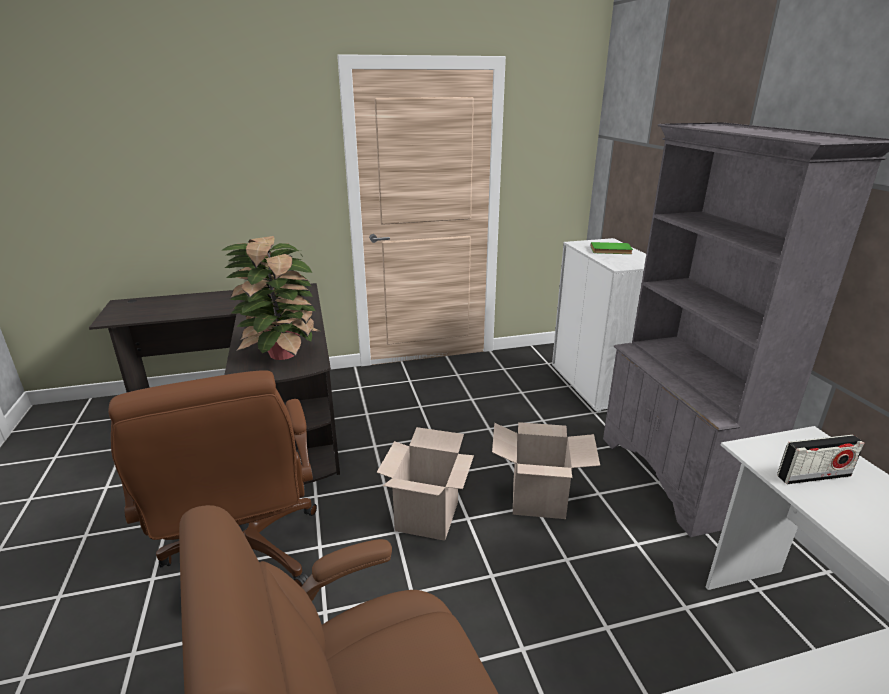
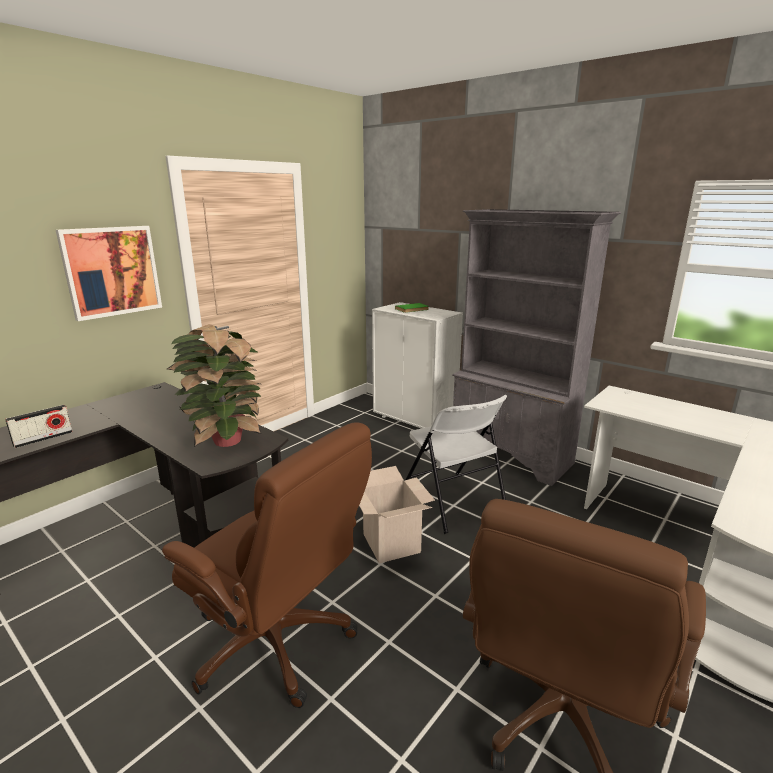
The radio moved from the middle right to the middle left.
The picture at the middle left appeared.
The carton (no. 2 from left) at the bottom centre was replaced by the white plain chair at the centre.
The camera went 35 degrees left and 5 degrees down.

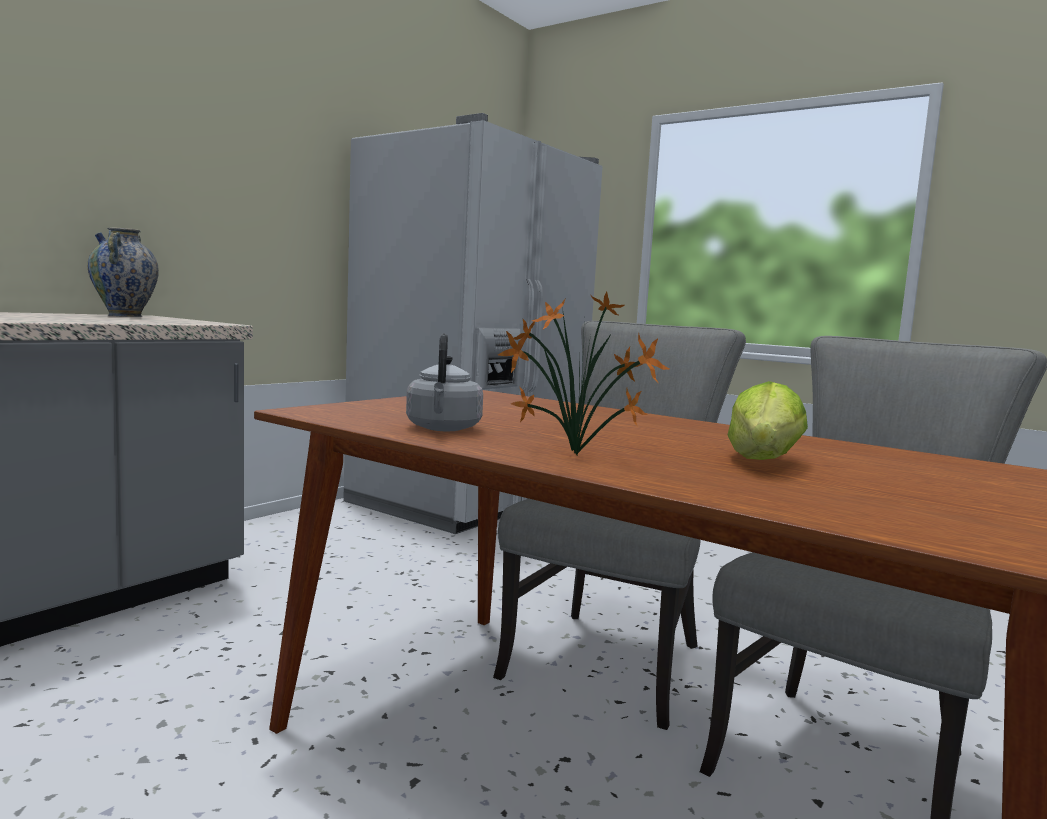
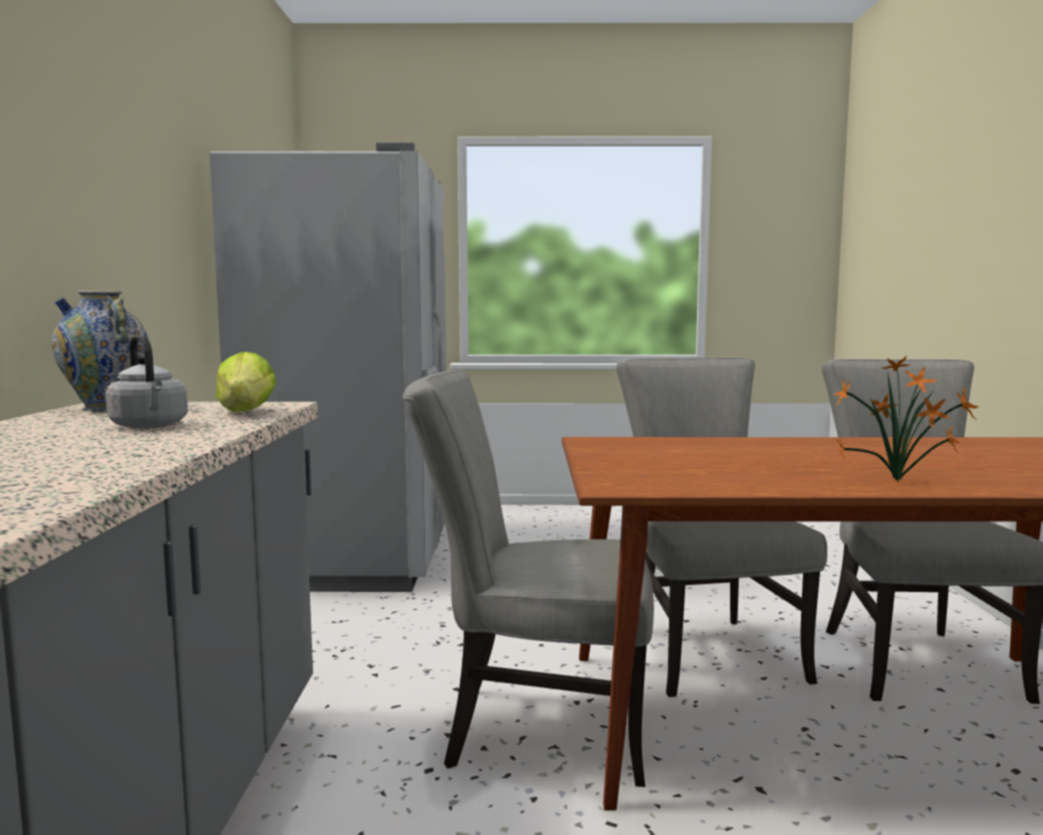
The greyish tea kettle moved from the centre to the middle left.
The lettuce head moved from the middle right to the middle left.
The greyish plain chair (no. 1 from left) at the bottom centre appeared.
The camera went 35 degrees left and 0 degrees up.

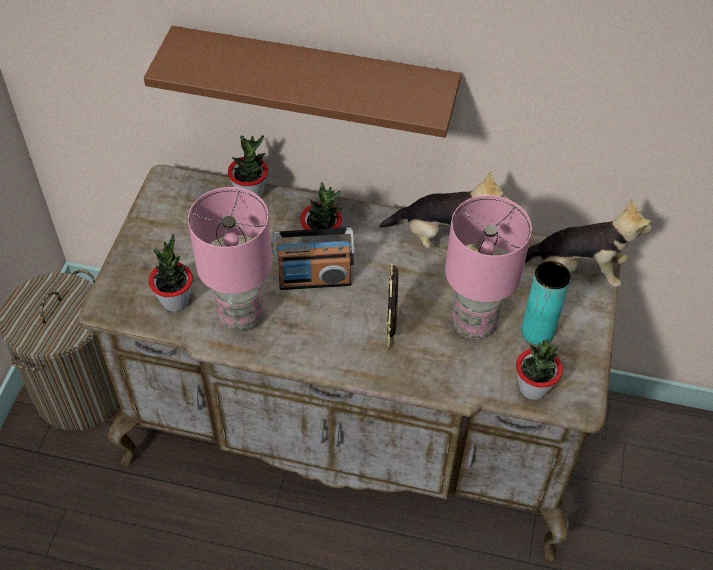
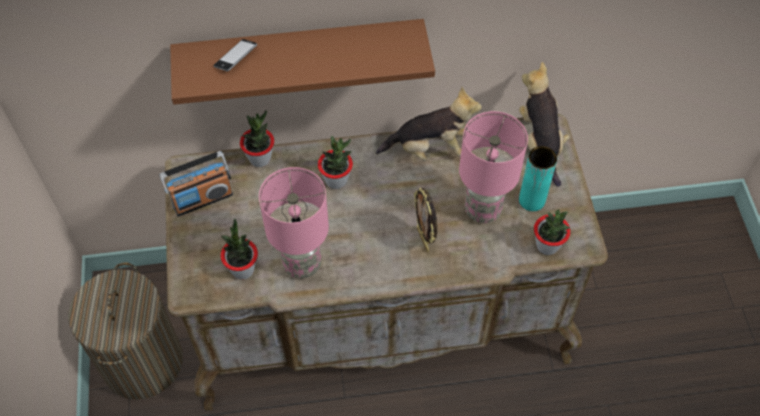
The radio moved from the centre to the middle left.
The handset at the top left appeared.
The soft toy (no. 2 from left) at the middle right turned 90 degrees counterclockwise.
The camera went 20 degrees left and 5 degrees up.

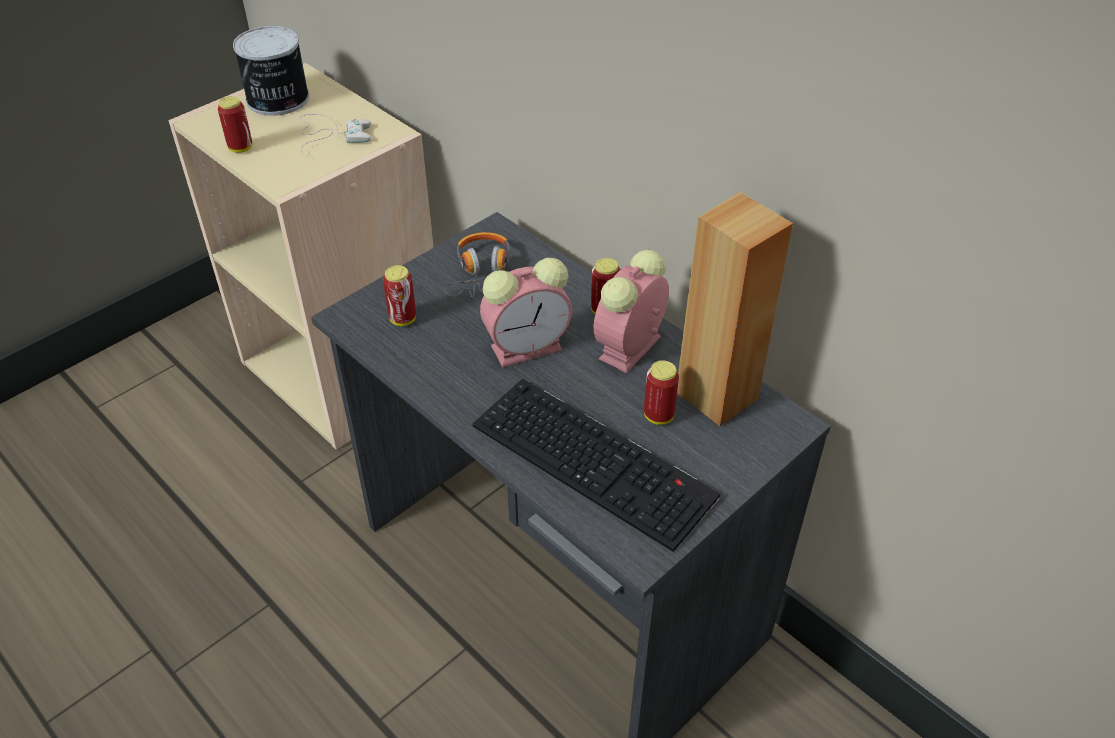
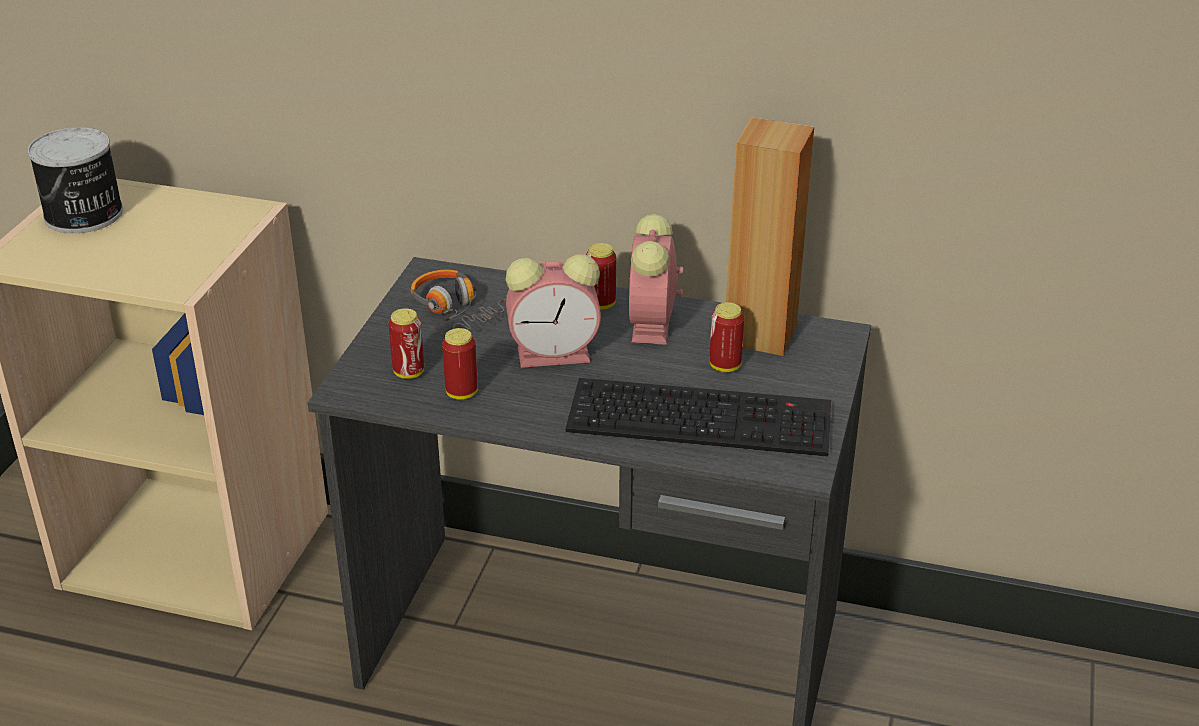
The metal can (no. 1 from left in the first image) moved from the top left to the centre.
The alarm clock (no. 1 from left) at the centre turned 45 degrees clockwise.
The white game controller at the top left disappeared.
The camera went 30 degrees left and 10 degrees down.

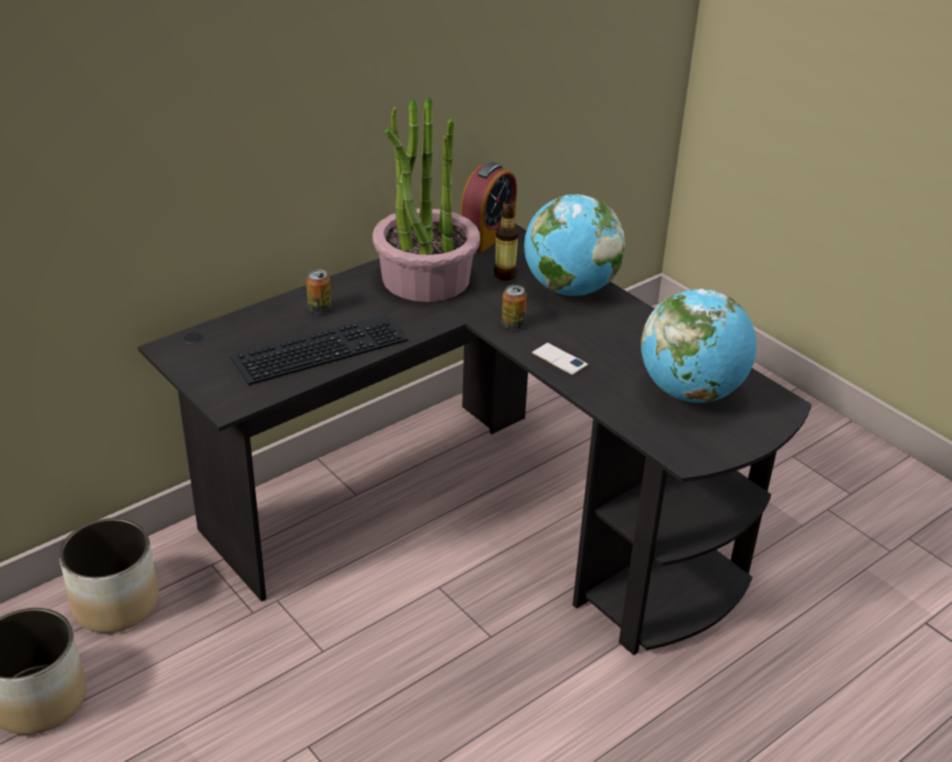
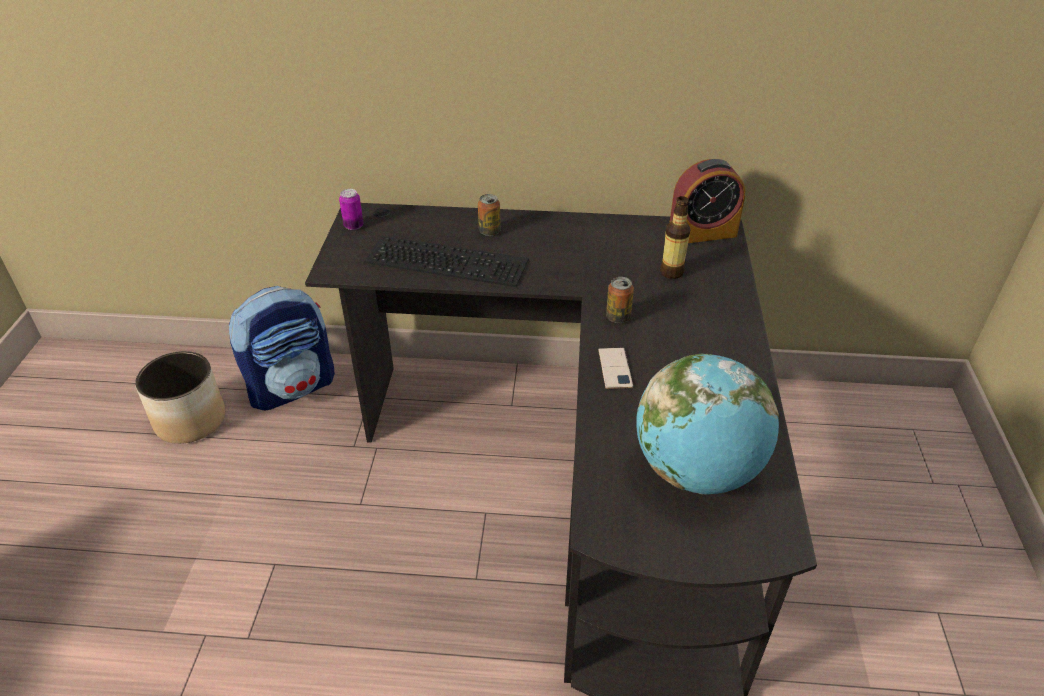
The planter (no. 2 from left) at the bottom left was replaced by the rucksack at the middle left.
The metal can (no. 1 from left) at the top centre appeared.
The potted plant at the top centre disappeared.
The world globe (no. 1 from left) at the top centre disappeared.
The camera went 45 degrees right and 5 degrees up.

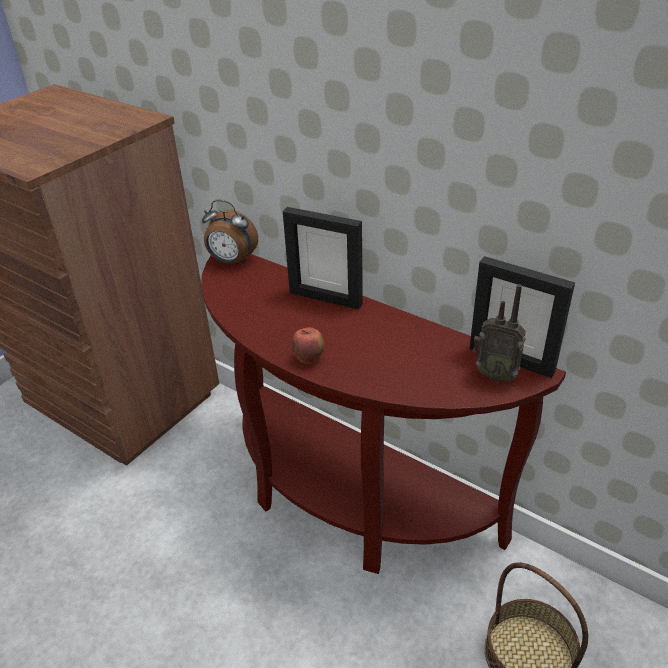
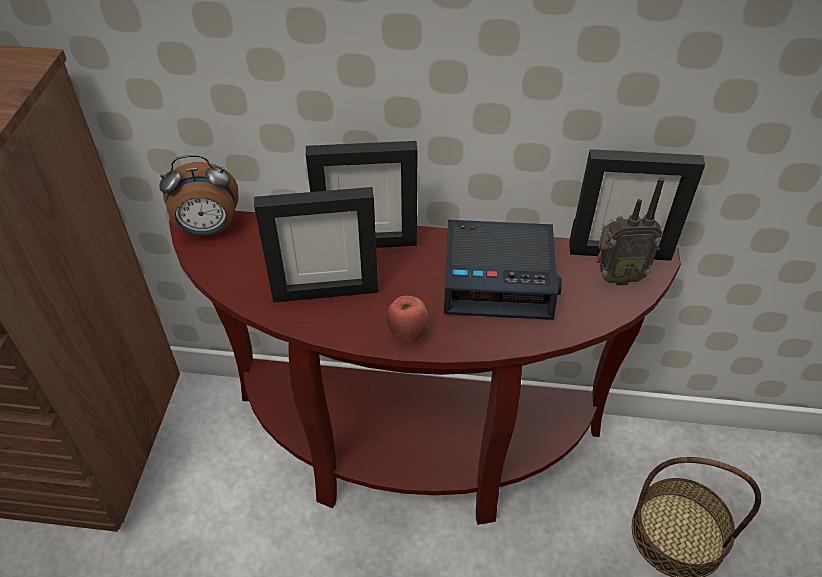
The photo frame (no. 1 from left) at the centre appeared.
The alarm clock (no. 2 from left) at the centre appeared.
The camera went 30 degrees left and 10 degrees up.

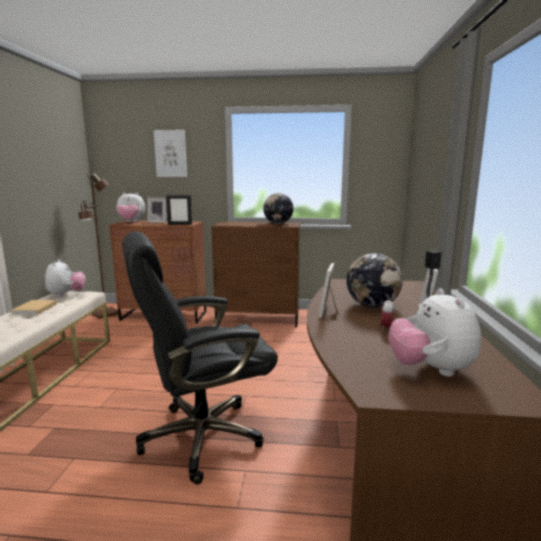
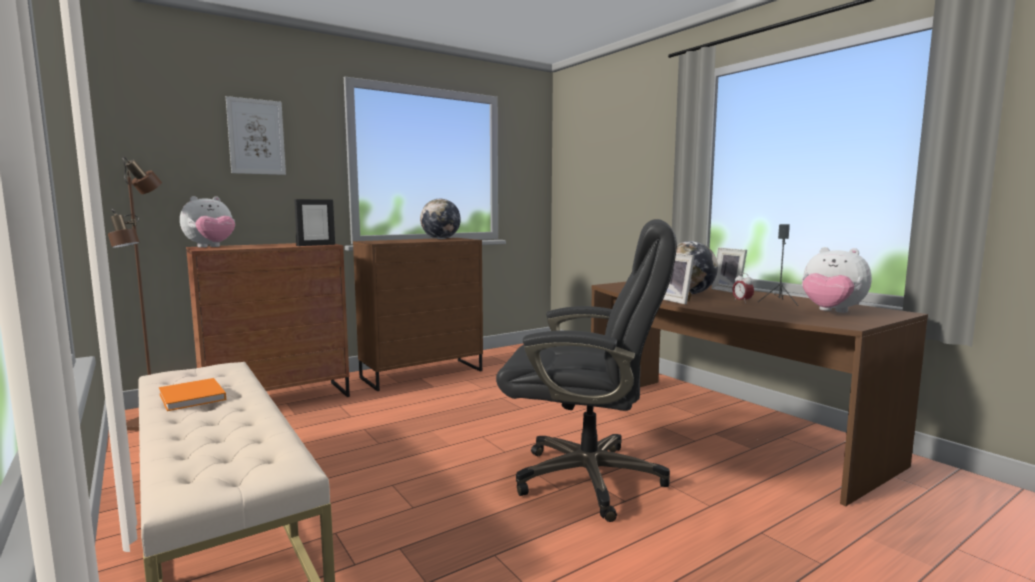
The beige volume at the middle left became the orangey volume at the bottom left.
The blackish computer chair at the centre turned 105 degrees counterclockwise.
The soft toy (no. 1 from left) at the middle left disappeared.
The photo frame (no. 1 from left) at the middle left disappeared.
The camera went 40 degrees left and 5 degrees down.

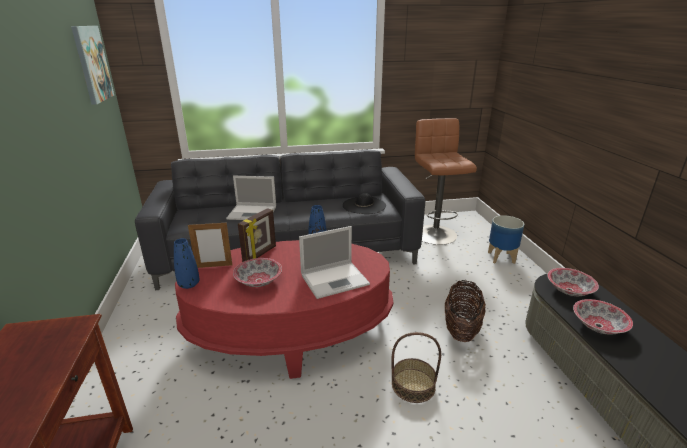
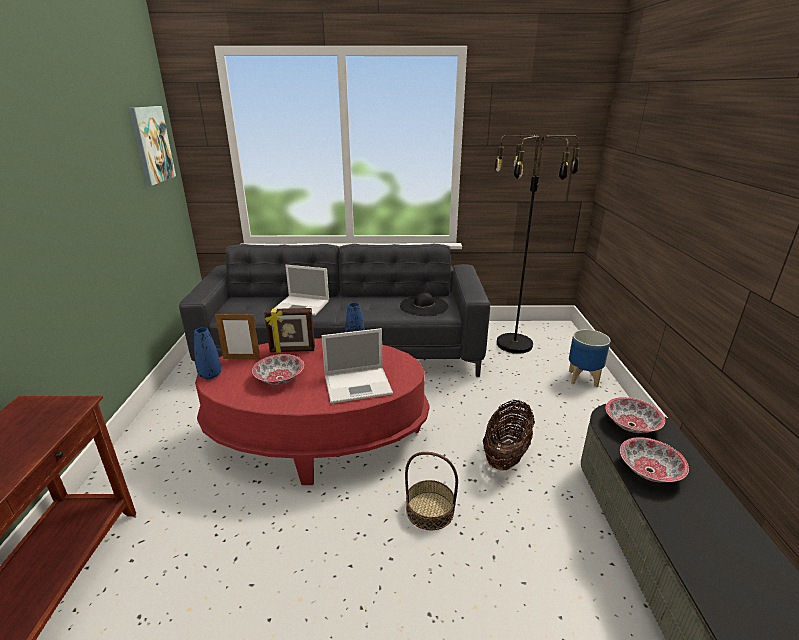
The photo frame (no. 2 from left) at the centre turned 45 degrees clockwise.
The brown stool at the centre was replaced by the standing lamp at the middle right.
The camera went 10 degrees right and 0 degrees up.

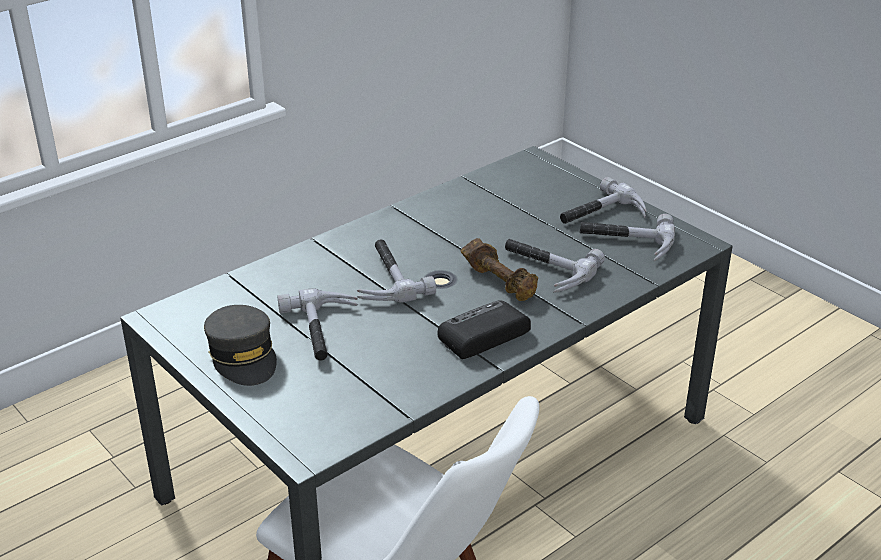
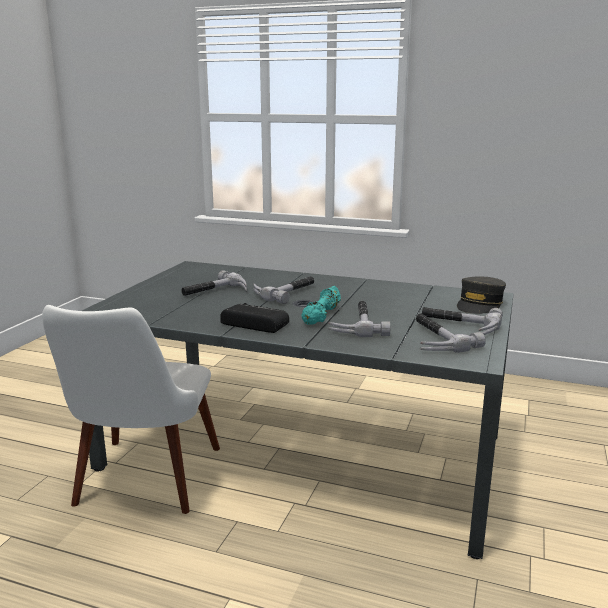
The brown hand weight at the centre became the blue-green hand weight at the centre.
The greyish baseball cap moved from the middle left to the middle right.
The camera went 60 degrees right and 15 degrees down.

